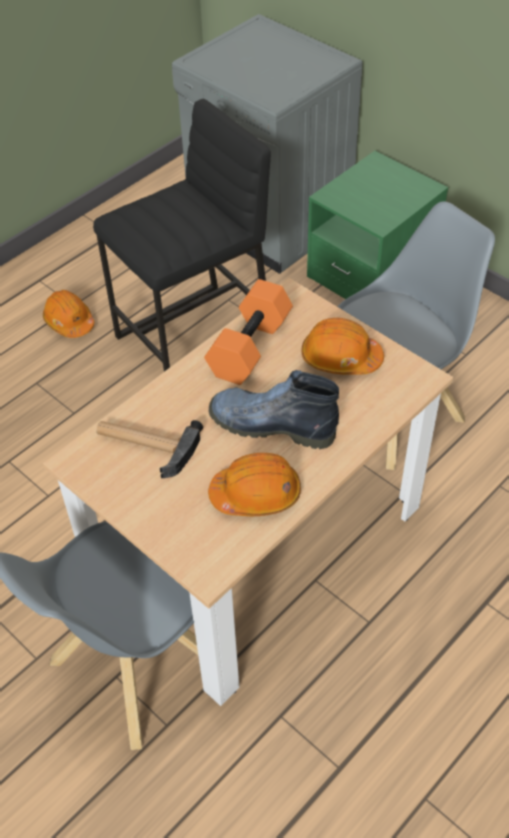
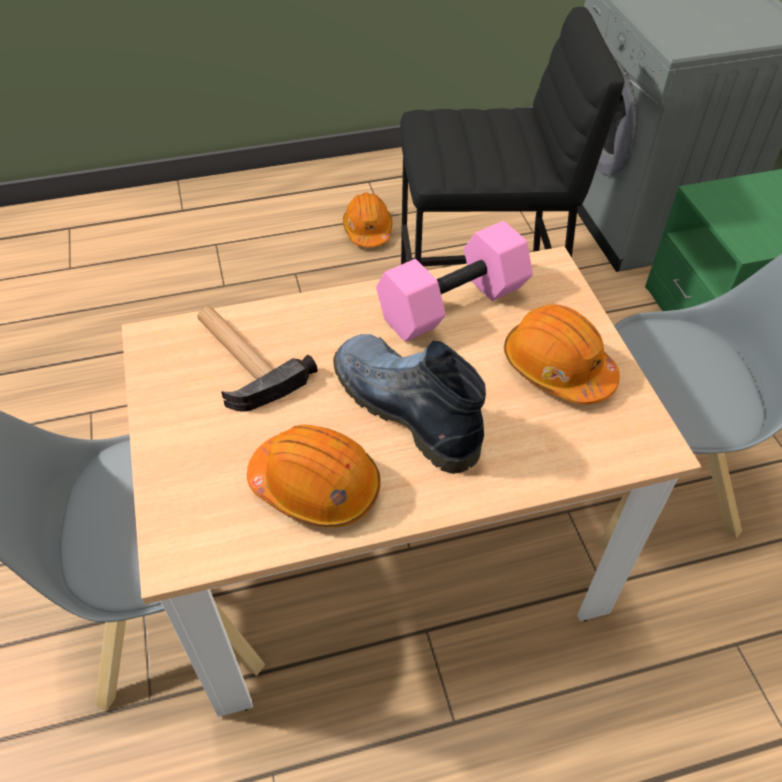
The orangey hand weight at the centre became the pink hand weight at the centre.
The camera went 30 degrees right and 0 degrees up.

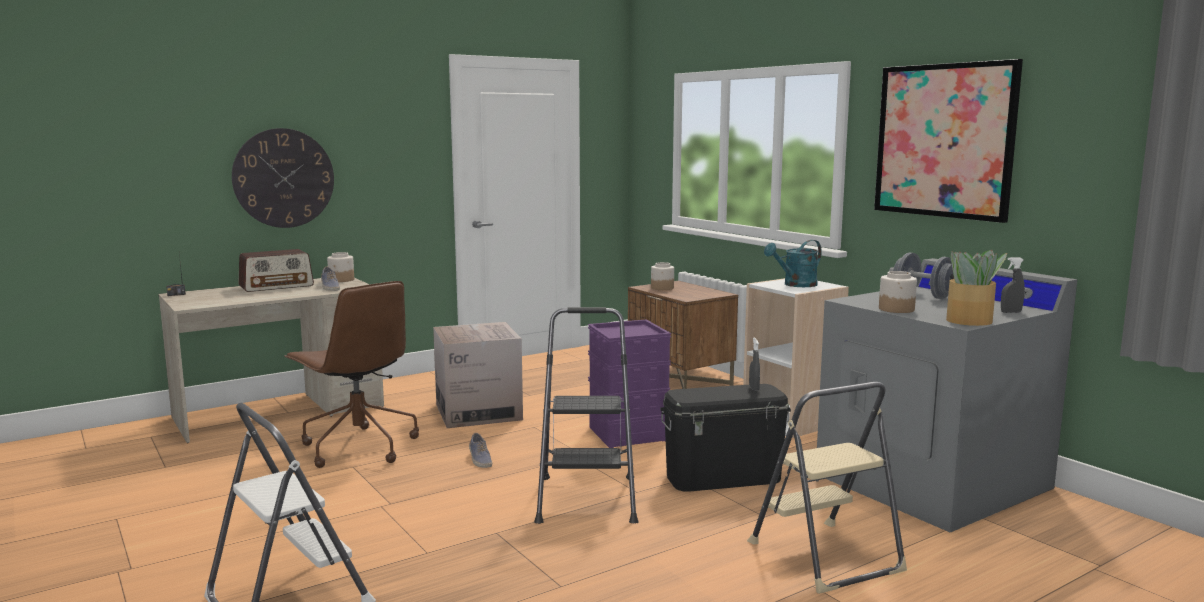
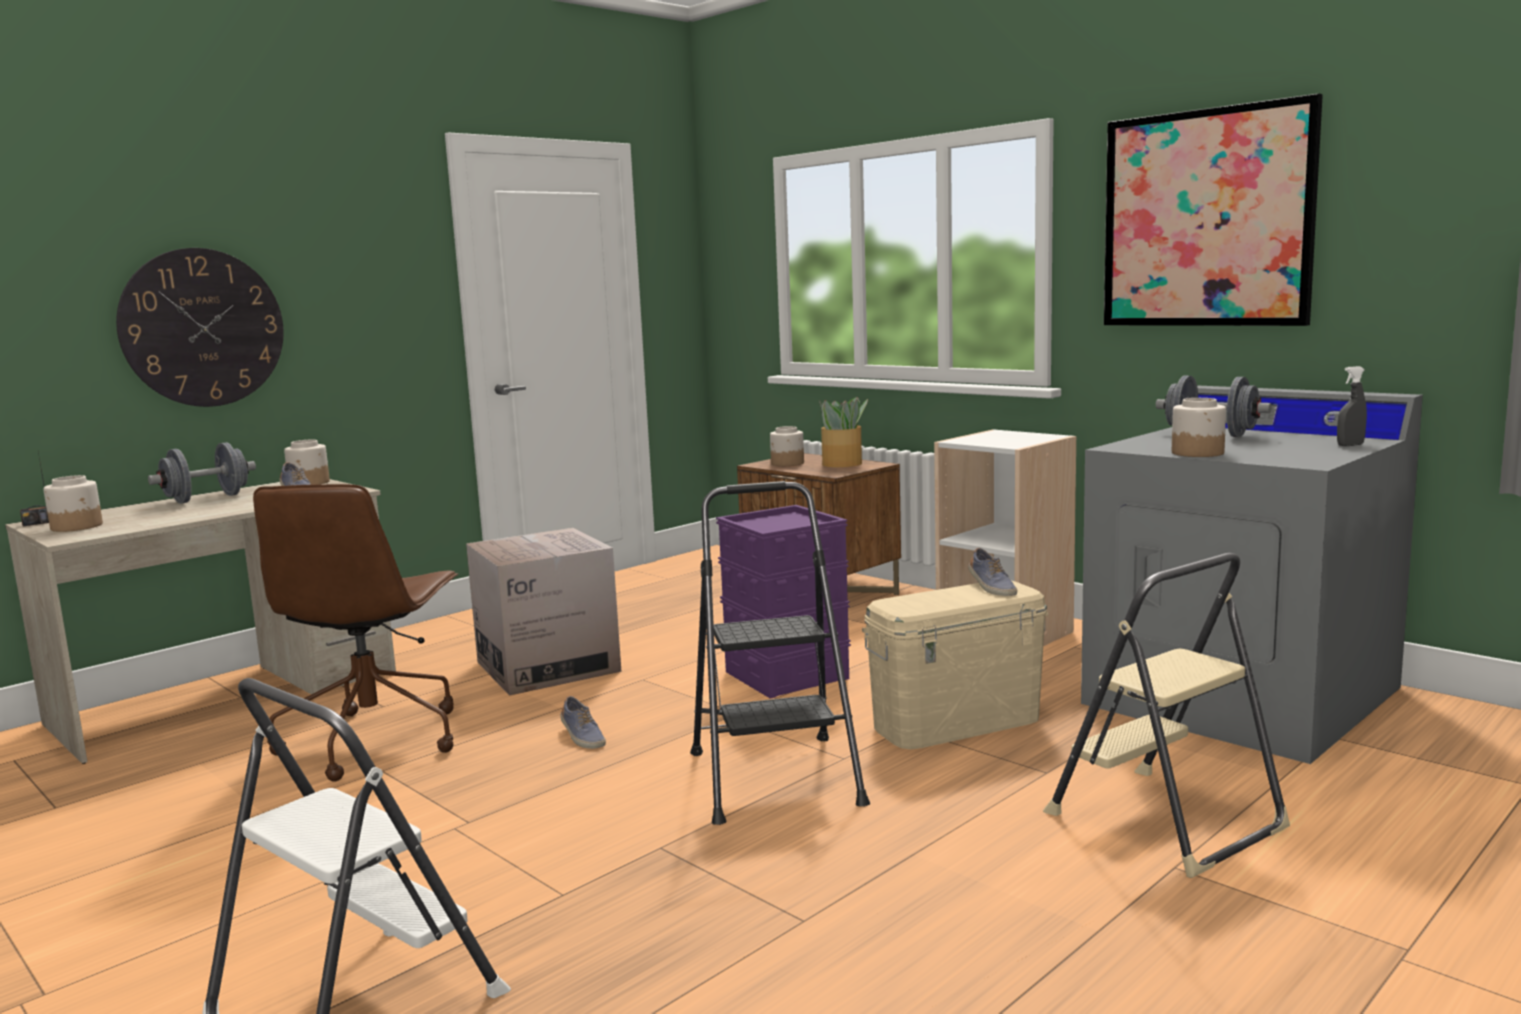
The storage jar (no. 1 from left) at the middle left appeared.
The radio (no. 2 from left) at the middle left was replaced by the greyish hand weight (no. 1 from left) at the middle left.
The brown computer chair at the middle left turned 60 degrees clockwise.
The potted plant moved from the middle right to the centre.
The blackish storage box at the bottom centre became the beige storage box at the centre.
The greyish sprayer (no. 1 from left) at the centre was replaced by the low shoe (no. 3 from left) at the centre.
The blue-green sprinkling can at the centre disappeared.
The camera went 10 degrees left and 0 degrees up.

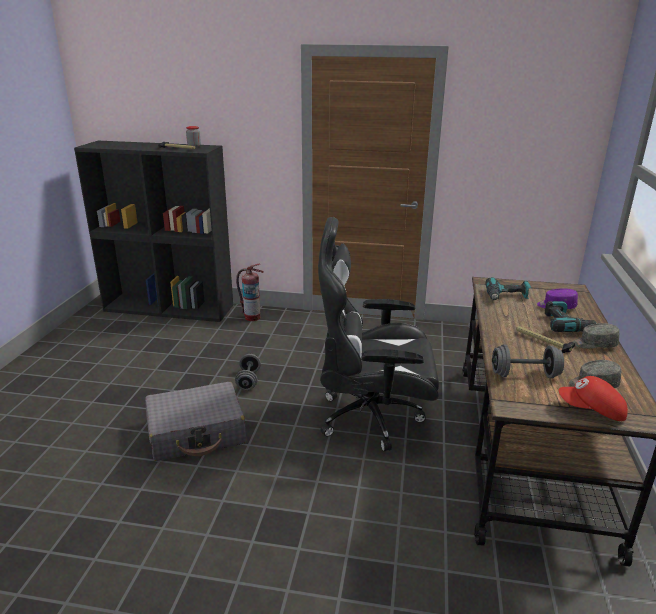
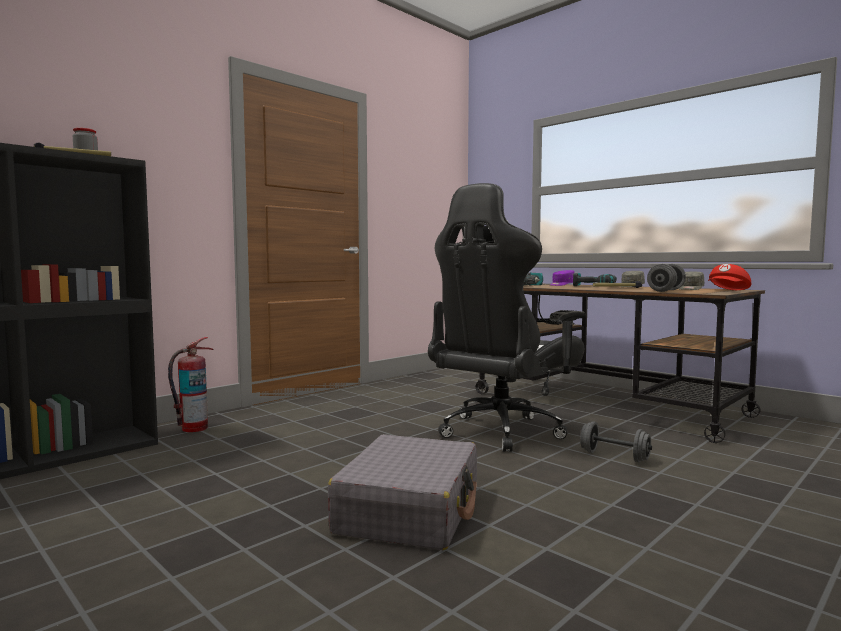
The greyish hand weight (no. 1 from left) moved from the centre to the bottom right.
The camera went 55 degrees left and 20 degrees down.

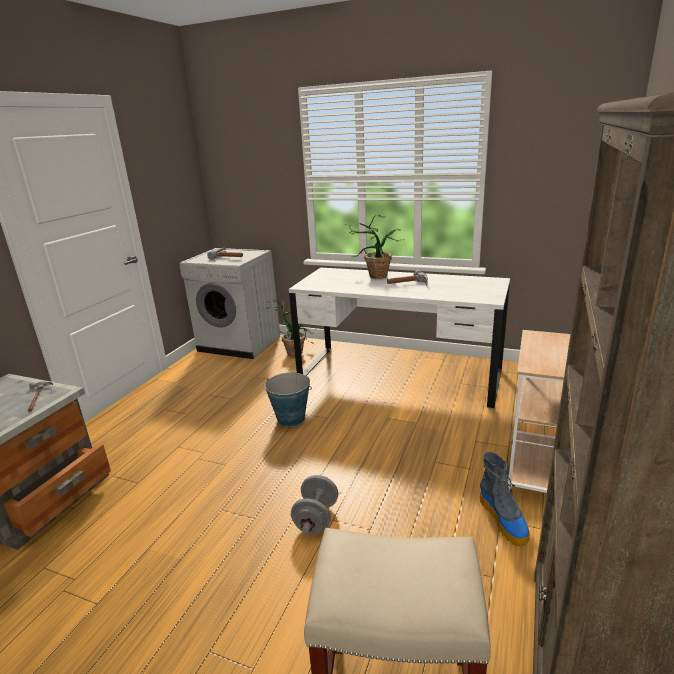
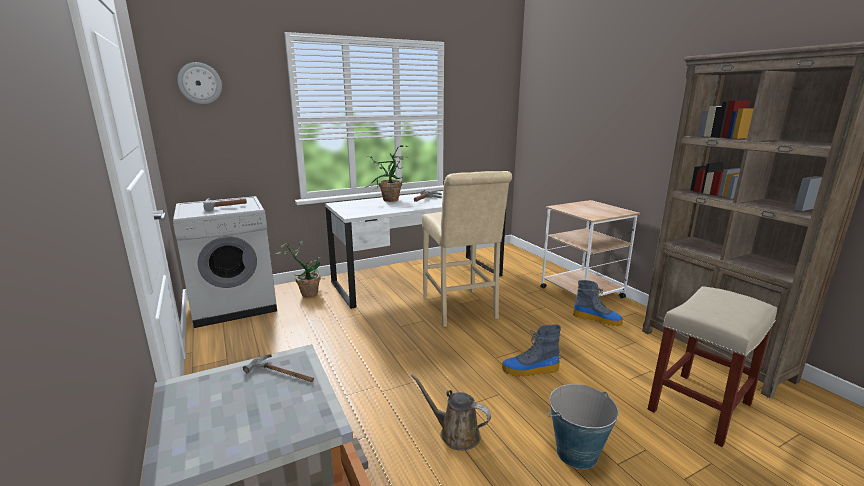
The wall clock at the top left appeared.
The brown sprinkling can at the bottom centre appeared.
The beige stool (no. 1 from left) at the centre appeared.
The greyish hand weight at the bottom centre was replaced by the tall boot (no. 1 from left) at the bottom centre.
The water bucket moved from the centre to the bottom right.
The camera went 50 degrees left and 5 degrees down.

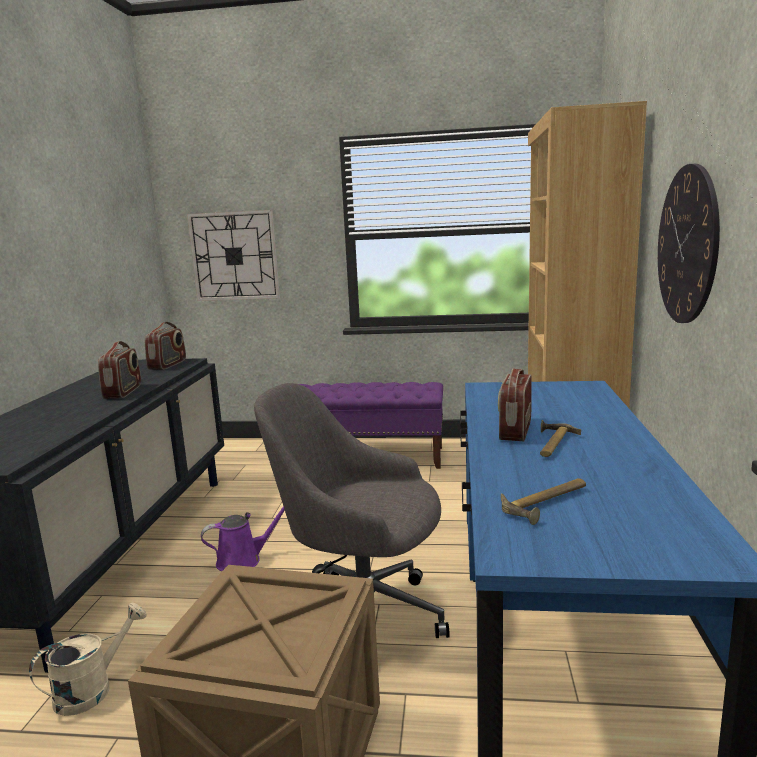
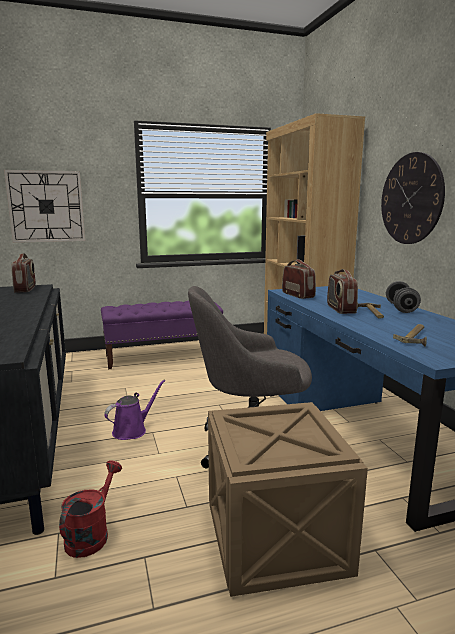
The beige sprinkling can at the bottom left became the red sprinkling can at the bottom left.
The radio (no. 1 from left in the first image) moved from the middle left to the centre.
The greyish hand weight at the middle right appeared.
The camera went 25 degrees left and 0 degrees up.

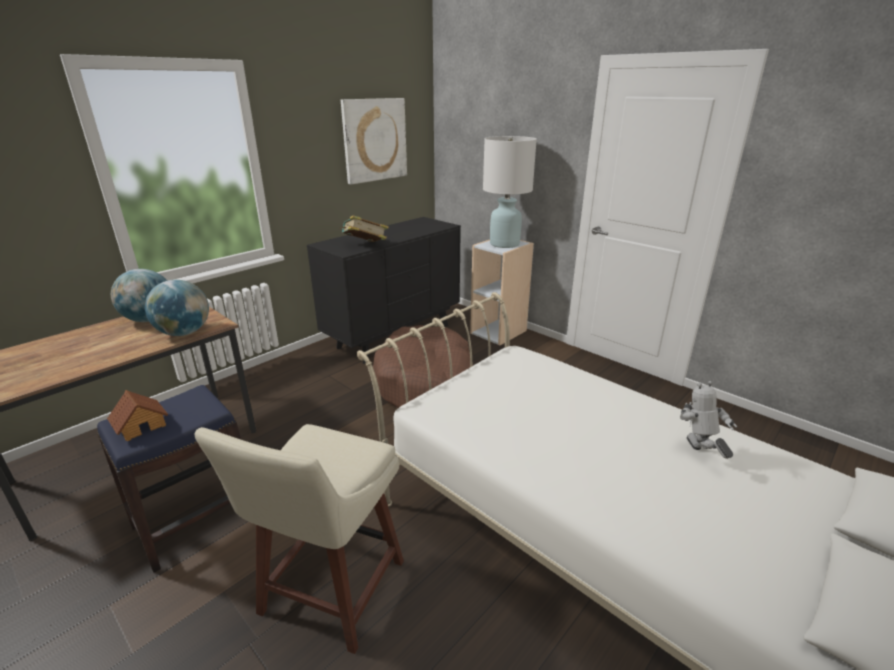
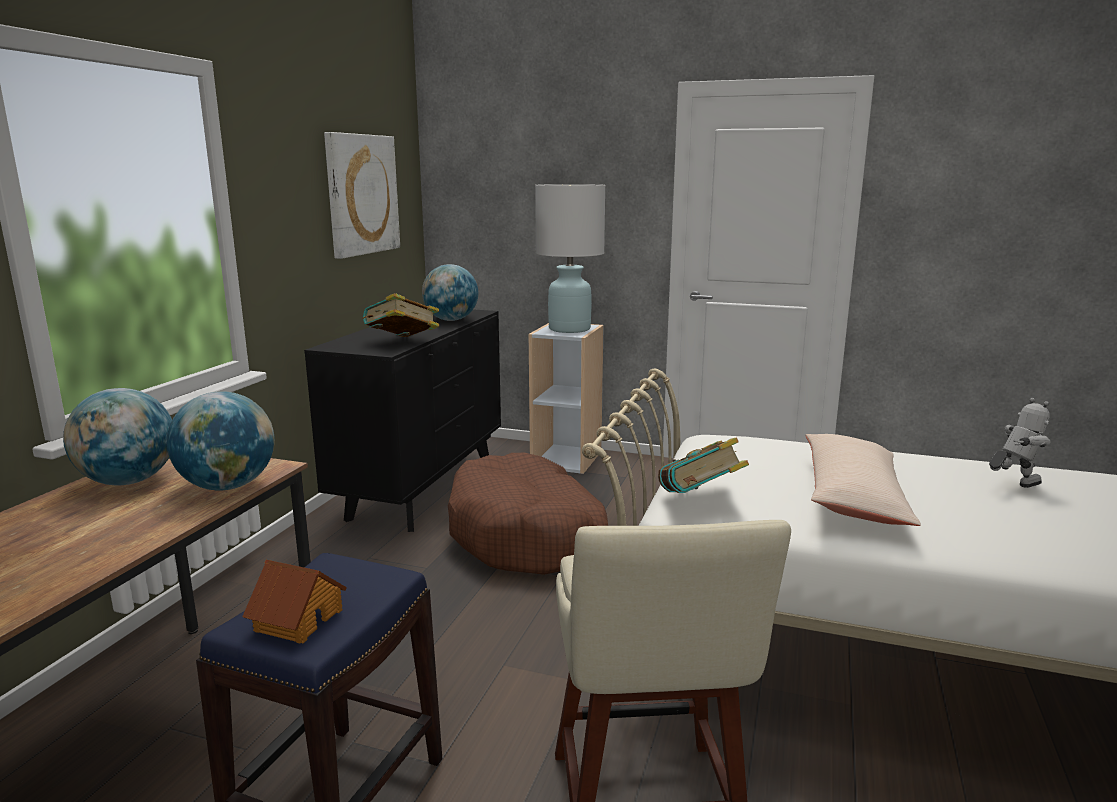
The world globe (no. 3 from left) at the centre appeared.
The volume (no. 2 from left) at the centre appeared.
The beige cushion at the middle right appeared.
The model robot at the middle right turned 105 degrees clockwise.
The camera went 25 degrees left and 10 degrees down.

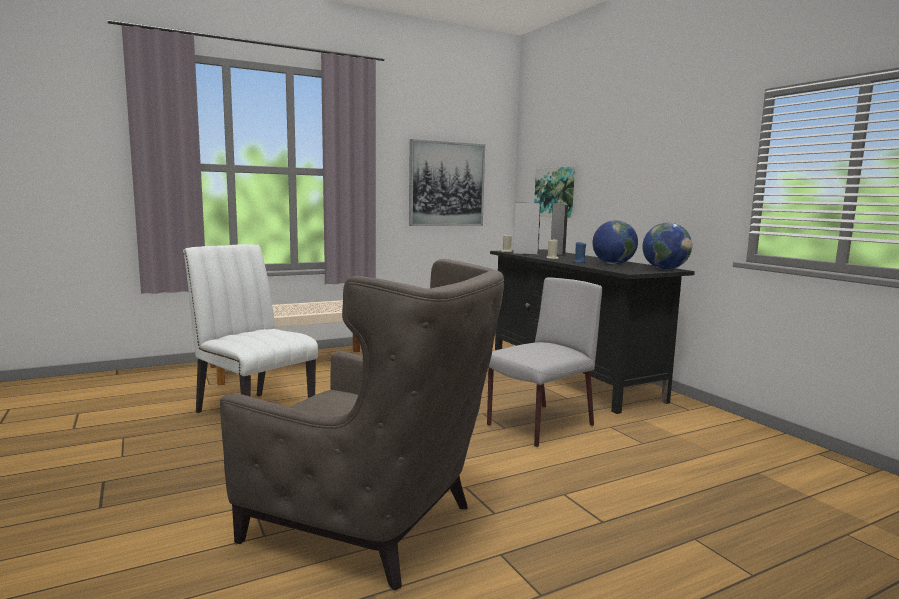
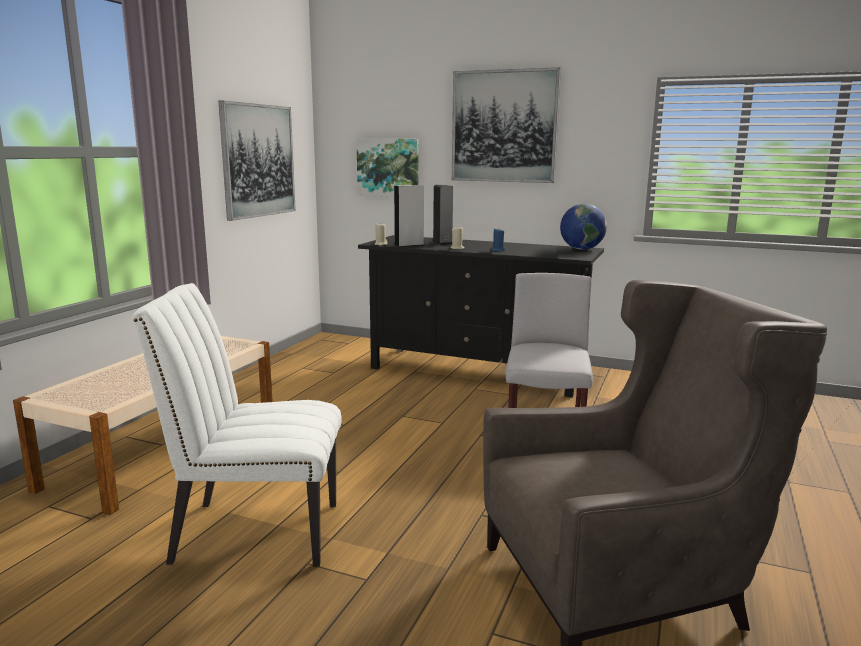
The picture (no. 3 from left) at the top centre appeared.
The world globe (no. 1 from left) at the middle right disappeared.
The camera went 40 degrees left and 5 degrees up.

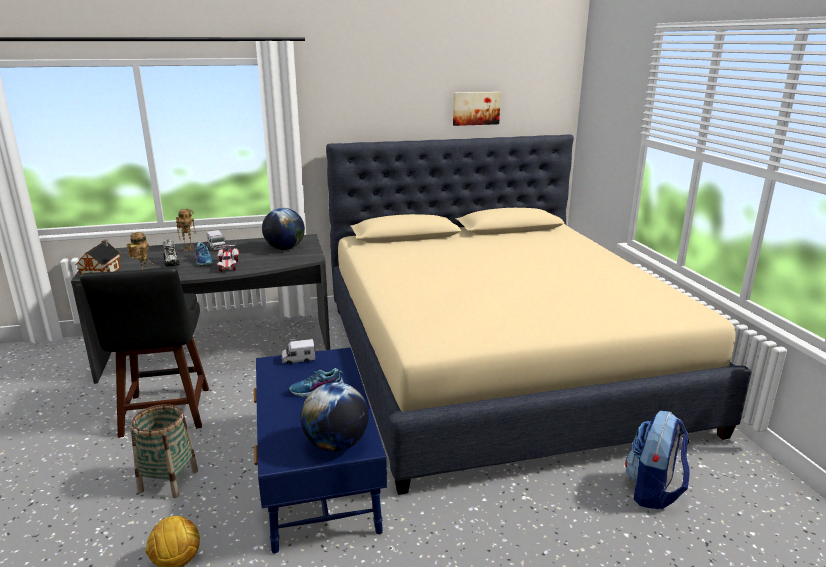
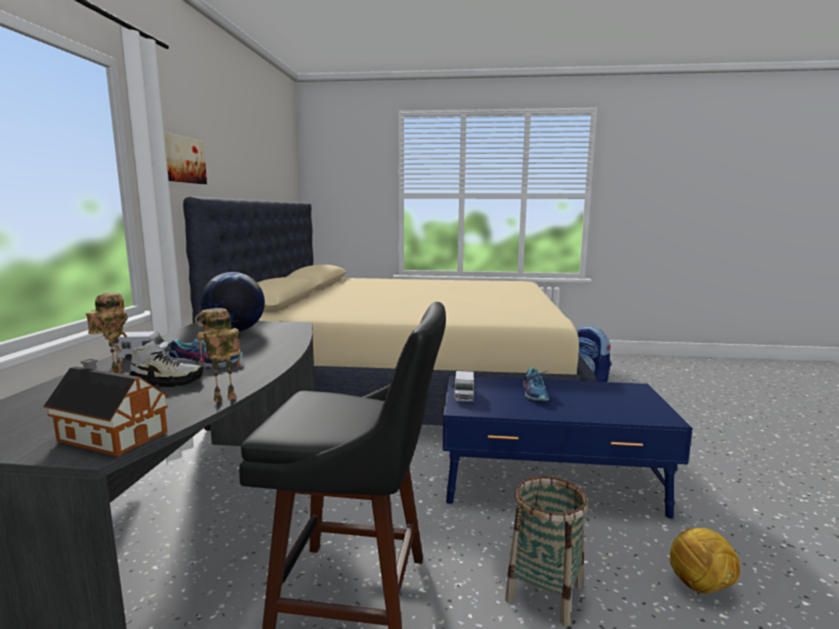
The picture moved from the top centre to the top left.
The toy car at the middle left disappeared.
The world globe (no. 2 from left) at the bottom centre disappeared.
The camera went 70 degrees left and 10 degrees down.

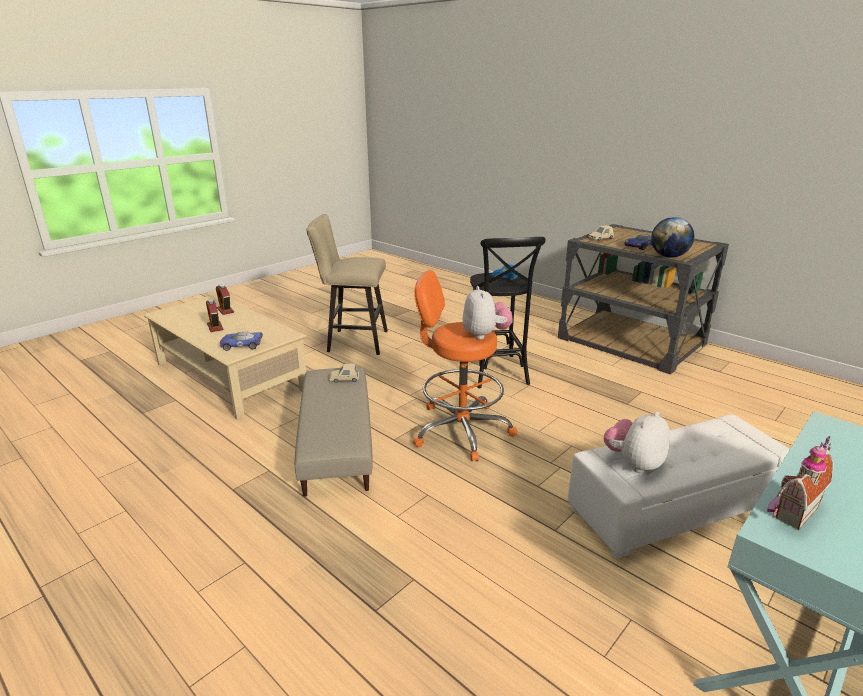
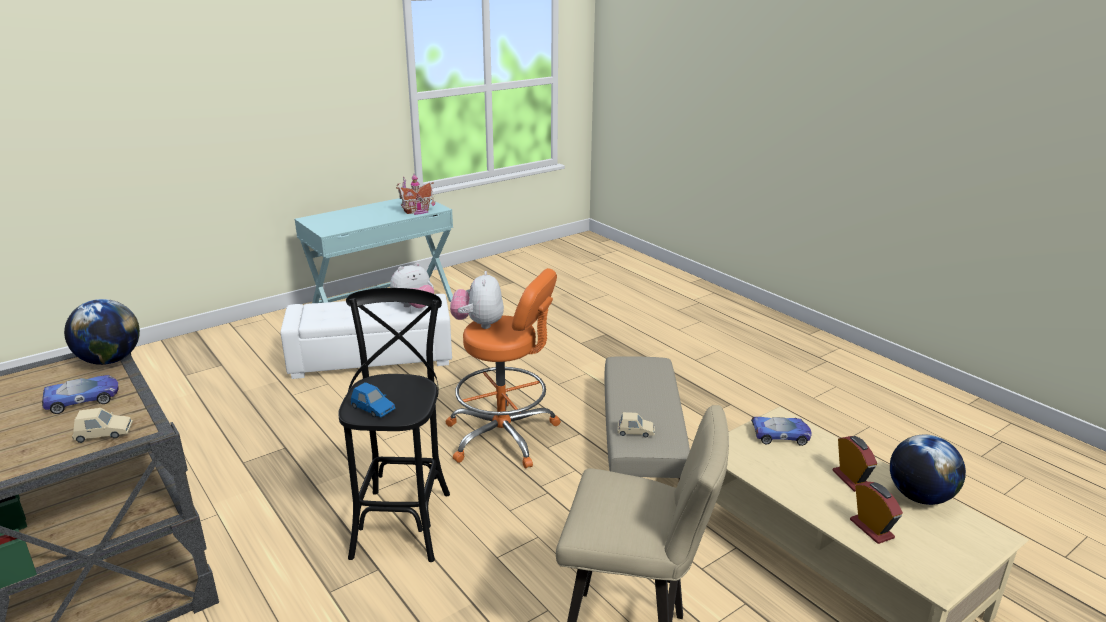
The world globe (no. 2 from left) at the bottom right appeared.
The camera went 170 degrees left and 0 degrees up.

